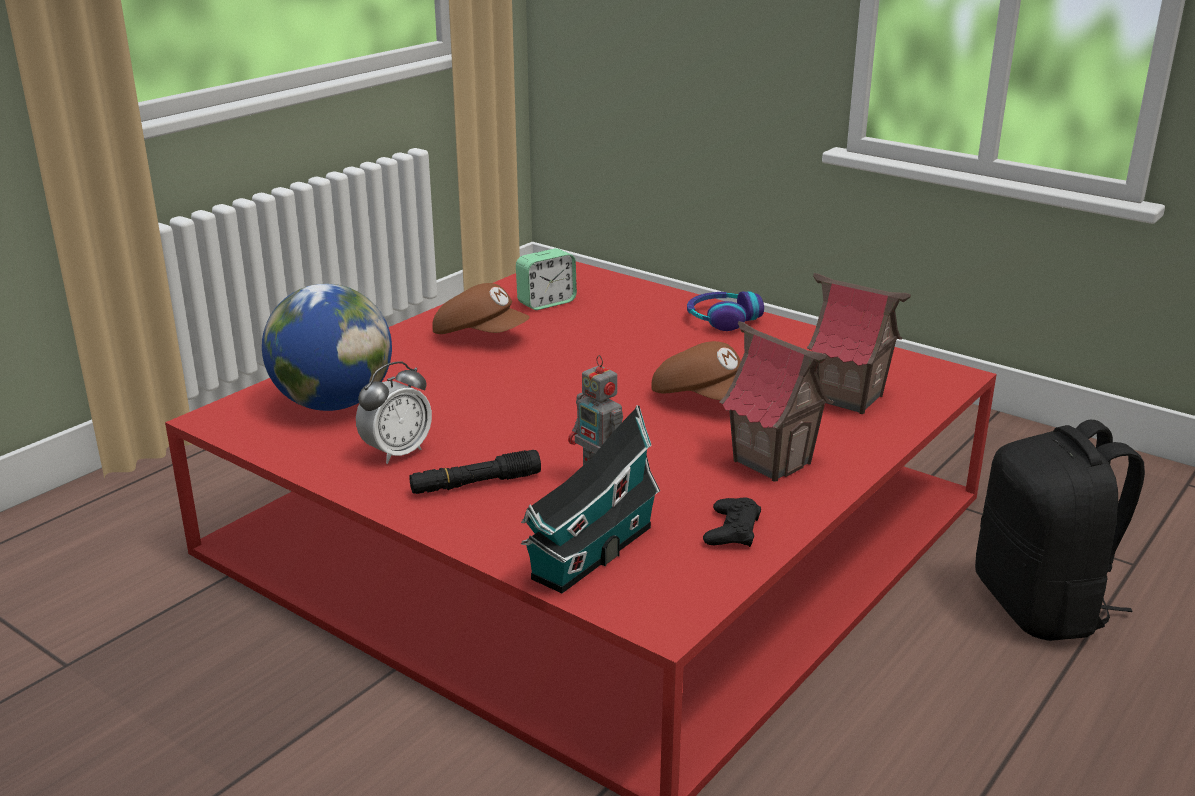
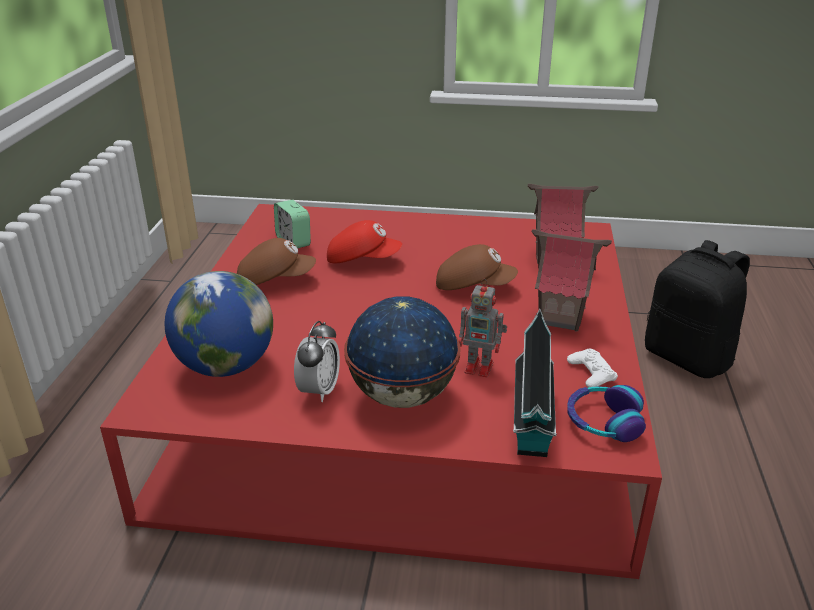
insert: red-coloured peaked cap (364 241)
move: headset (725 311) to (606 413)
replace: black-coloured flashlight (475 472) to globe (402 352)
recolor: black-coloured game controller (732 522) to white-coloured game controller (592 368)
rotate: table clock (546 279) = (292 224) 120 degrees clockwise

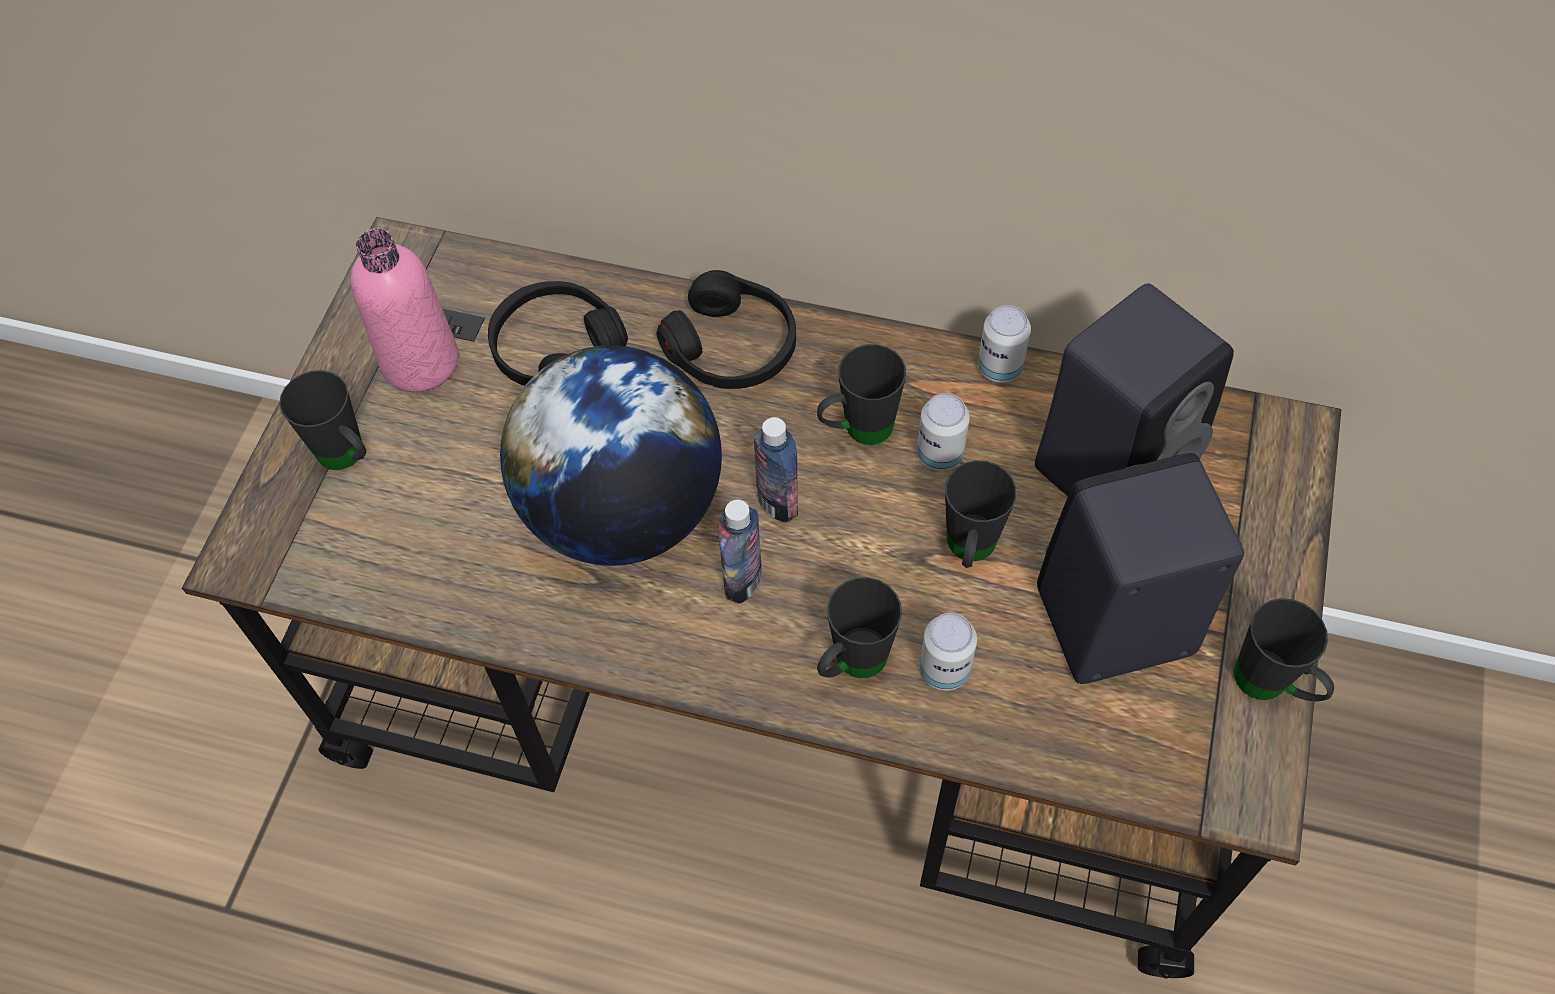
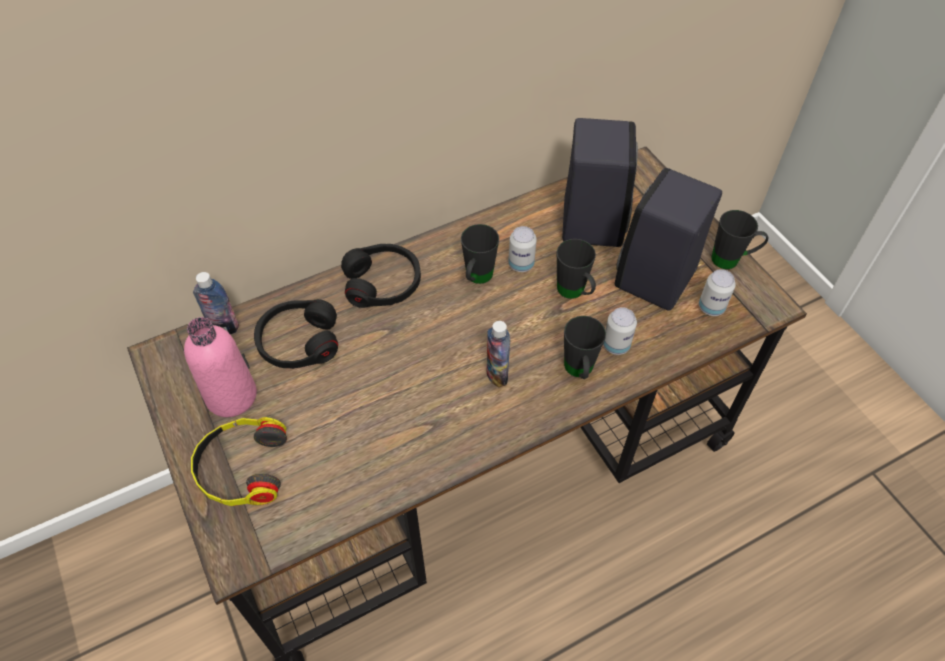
delete: globe (611 455)
move: sealed can (1004 344) to (717 292); bottle (776 469) to (216 303)
replace: black-coloured coffee mug (322 420) to headset (239 461)

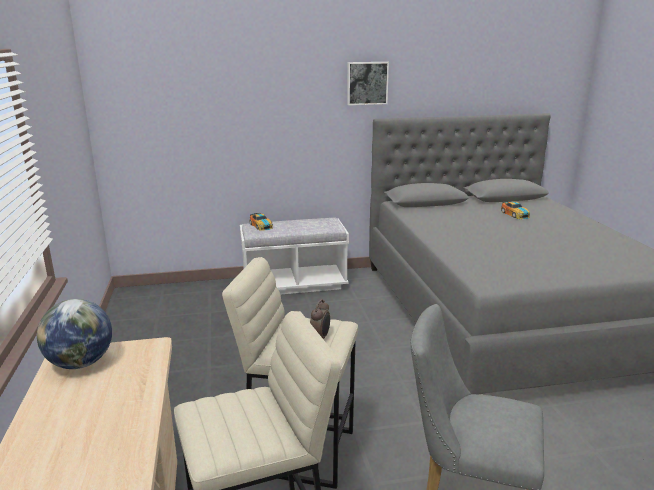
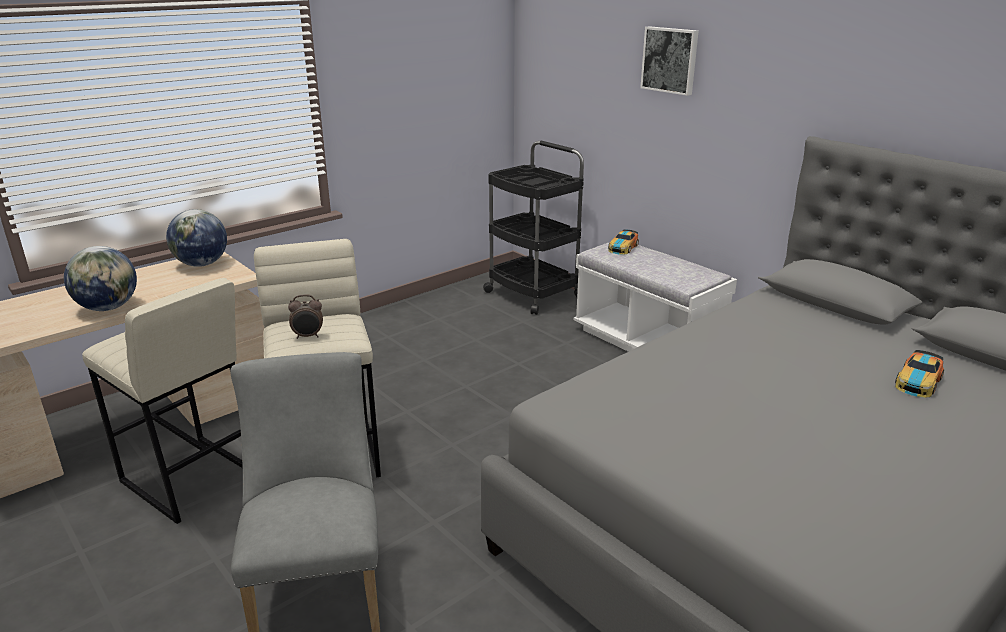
insert: black-coloured wheeled cart (533 228); globe (100 278)
move: picture (368 83) to (669 61)

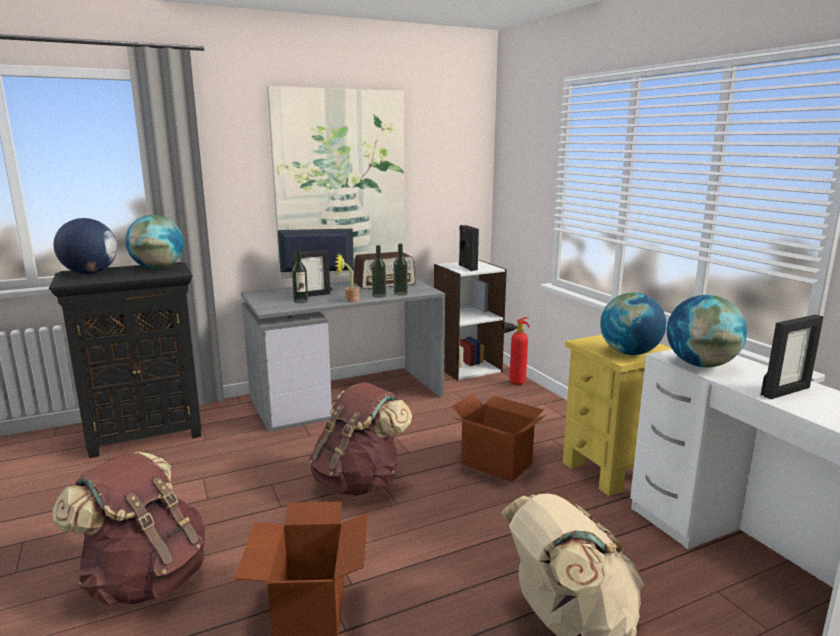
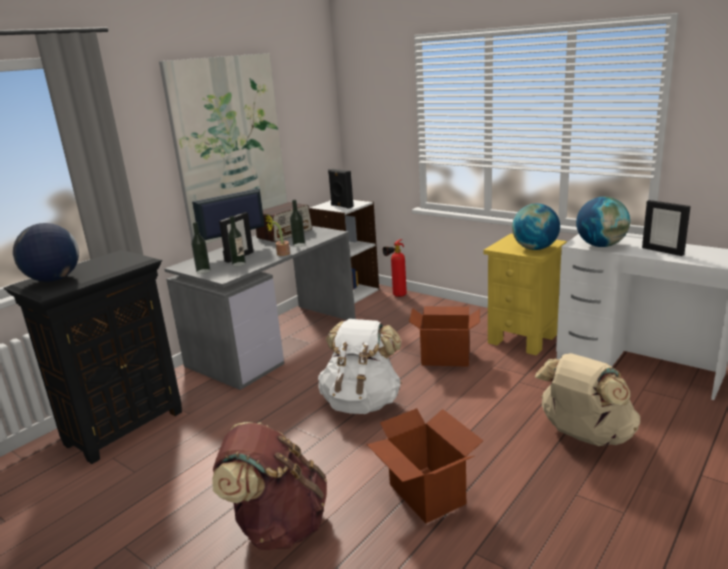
delete: globe (154 242)
move: bottle (401 269) to (200 248)
recolor: brown-coloured knapsack (360 439) to white-coloured knapsack (360 366)
rotate: standing frame (792 357) = (666 228) 105 degrees clockwise

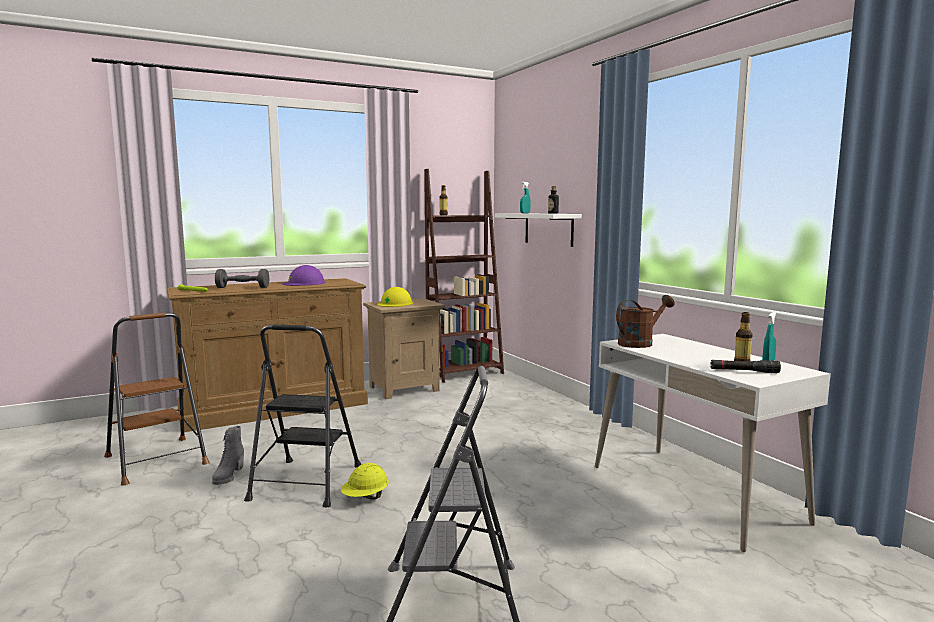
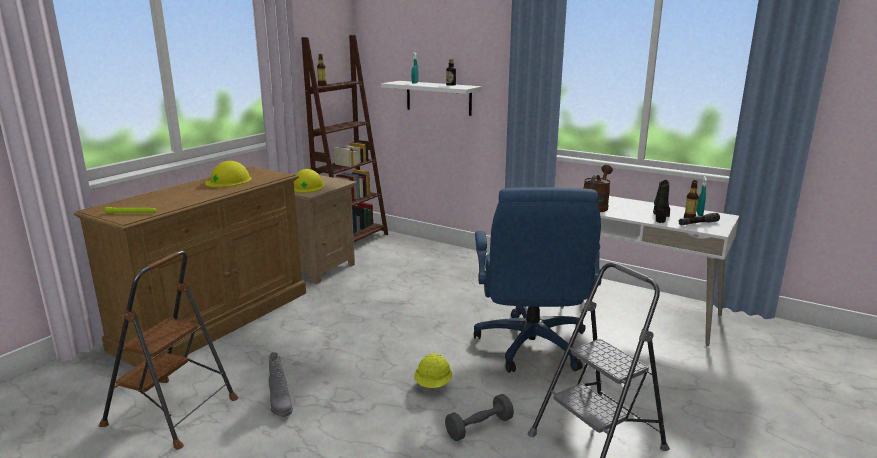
delete: black-coloured step ladder (302 415)
insert: black-coloured high-top boot (661 201); blue-coloured desk chair (537 280)
move: gray hand weight (242 278) to (479 417)
recolor: purplish work helmet (304 275) to yellow work helmet (228 174)

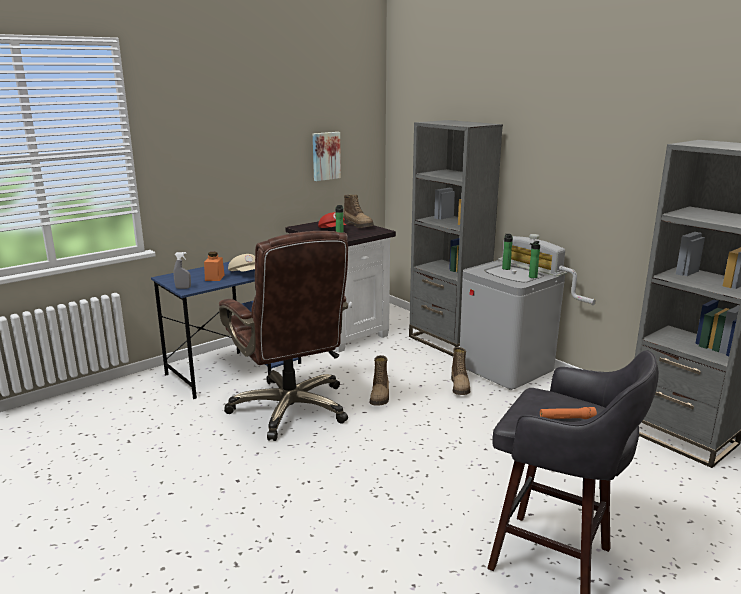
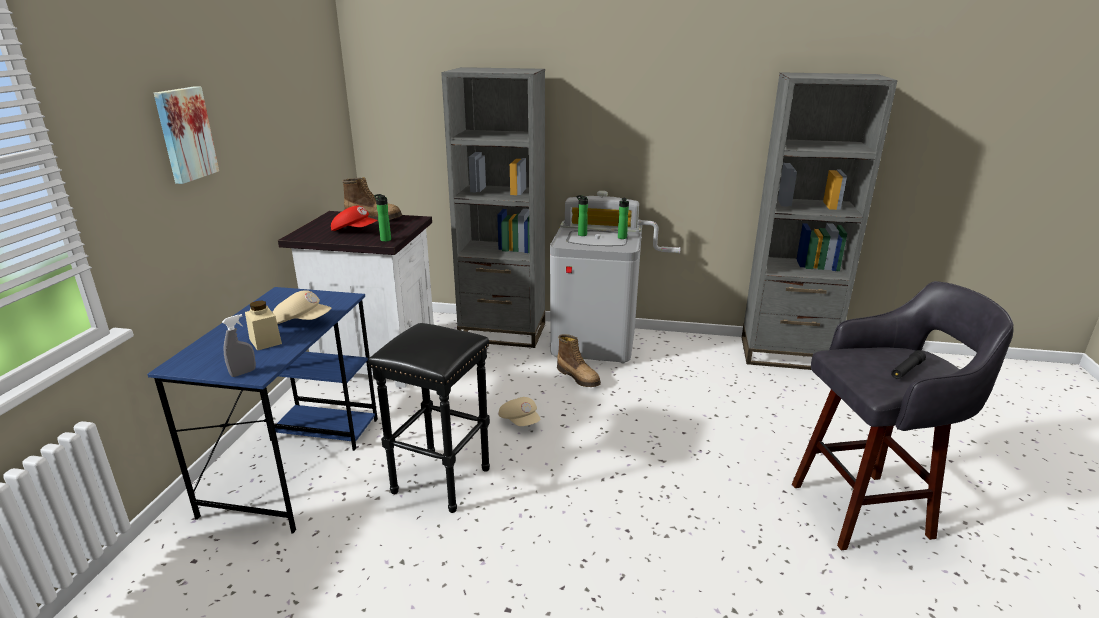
move: picture (327 156) to (186 135)
replace: brown-coloured desk chair (283 336) to black-coloured stool (429 418); high-top boot (379 380) to beige-coloured peaked cap (519 411)
recolor: orange storage jar (214 266) to beige-coloured storage jar (263 326); orange flashlight (568 413) to black-coloured flashlight (908 364)

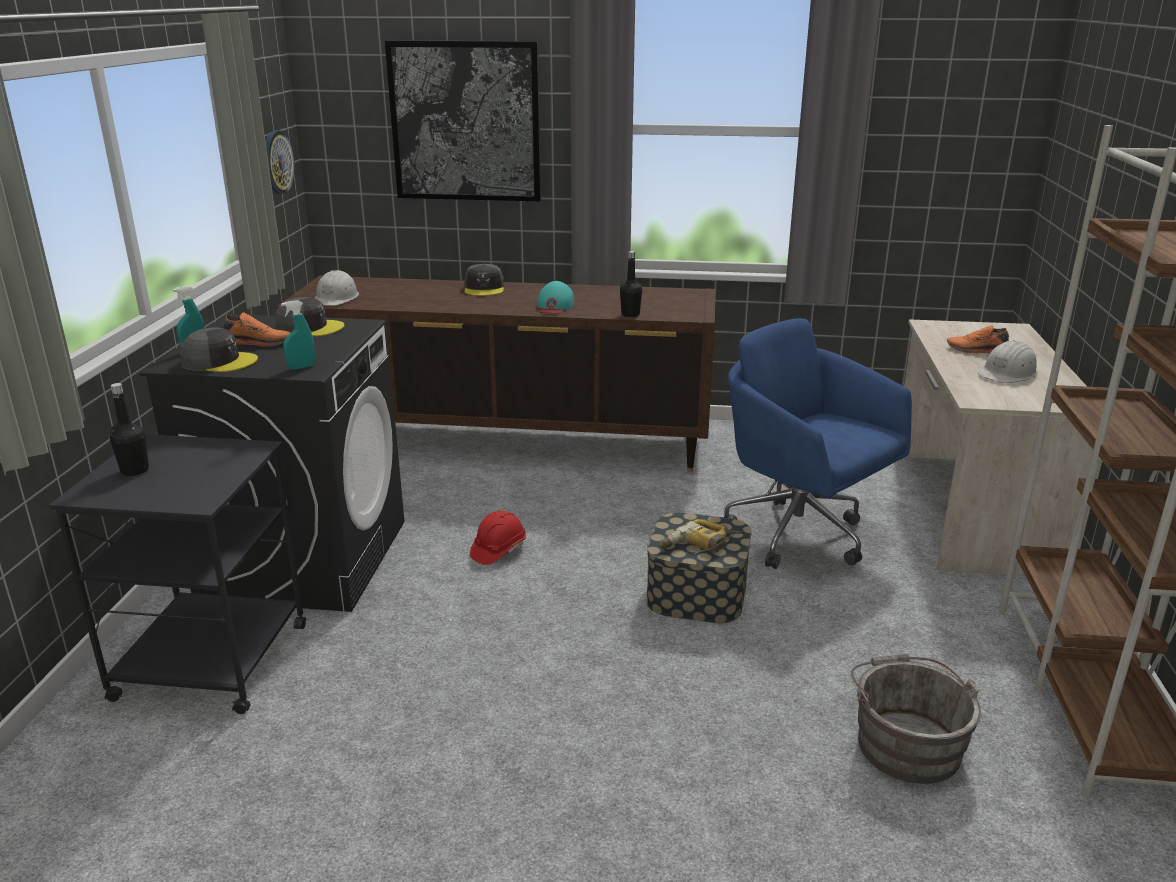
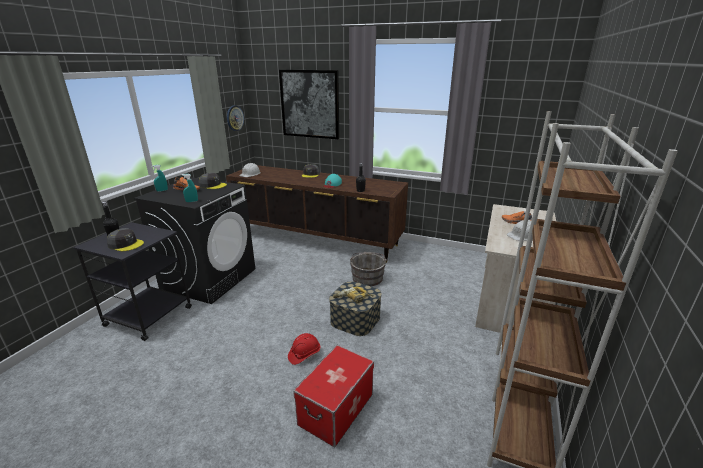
delete: blue-coloured desk chair (818 443)
insert: storage bin (333 396)
move: gray peaked cap (219 349) to (125 239); red-coloured work helmet (498 538) to (304 349); gray bucket (916 719) to (368 269)

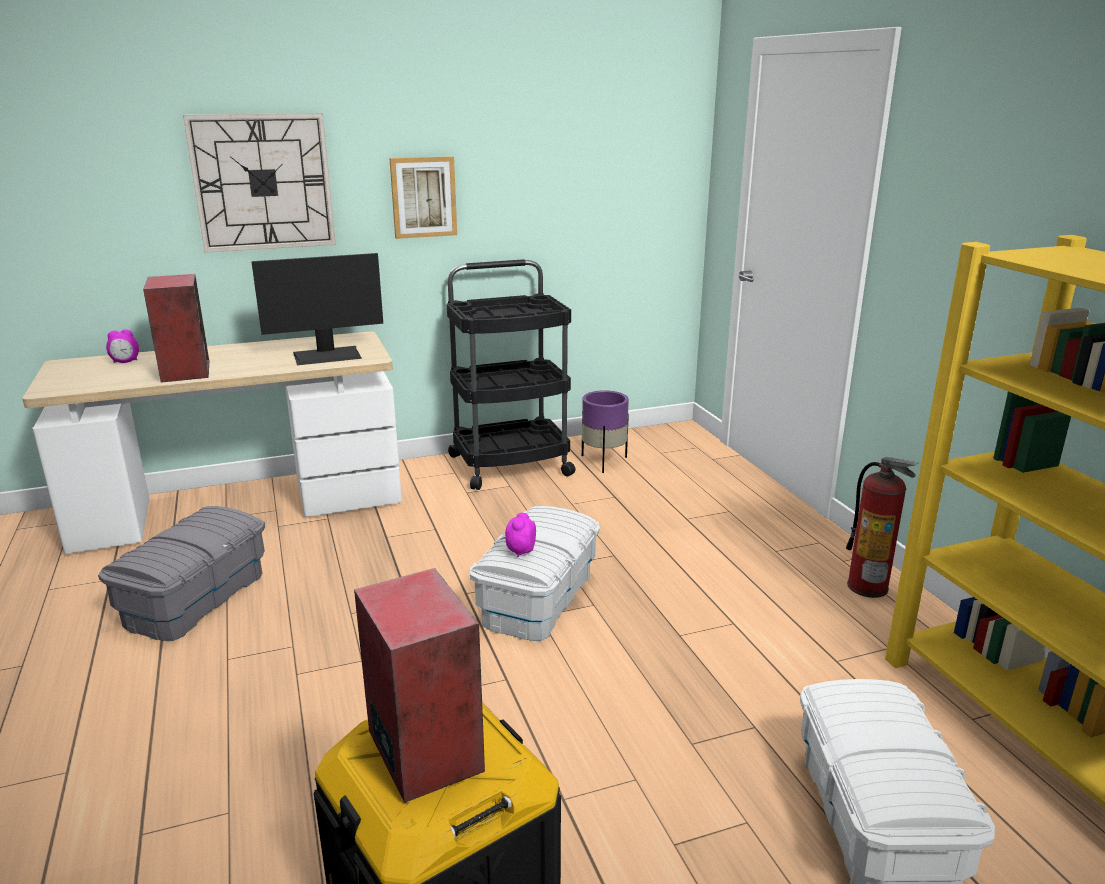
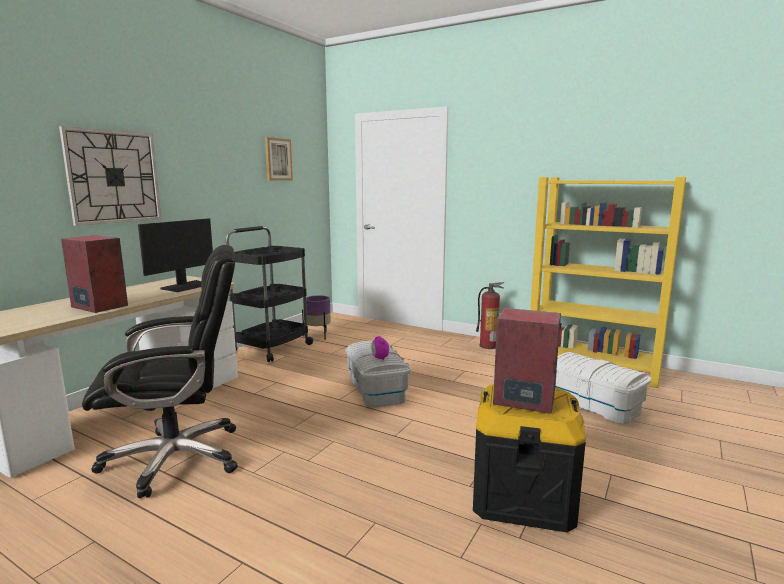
delete: table clock (122 346)
move: picture (423 197) to (279 159)
replace: gray storage bin (181 573) to black-coloured desk chair (160 371)

